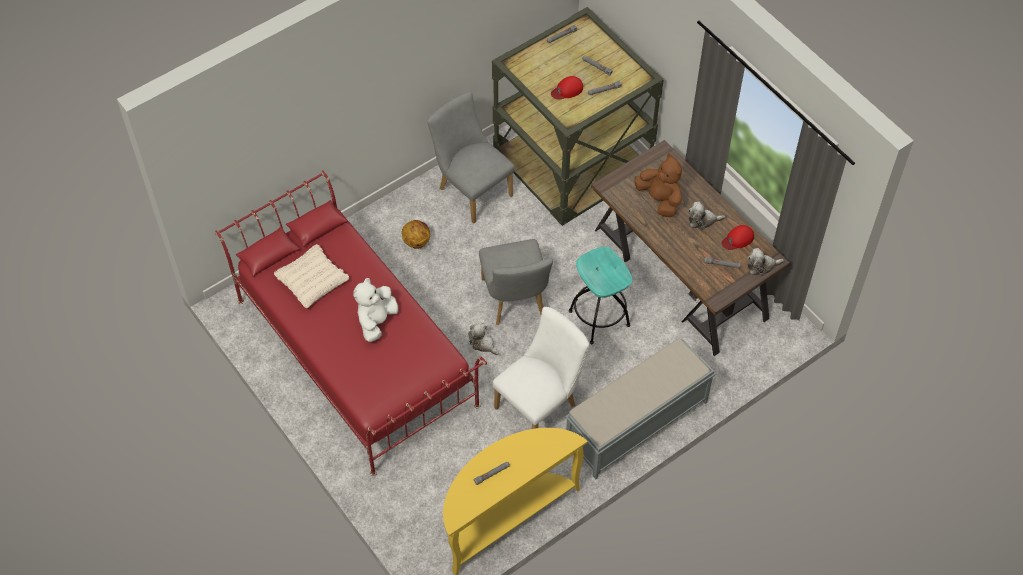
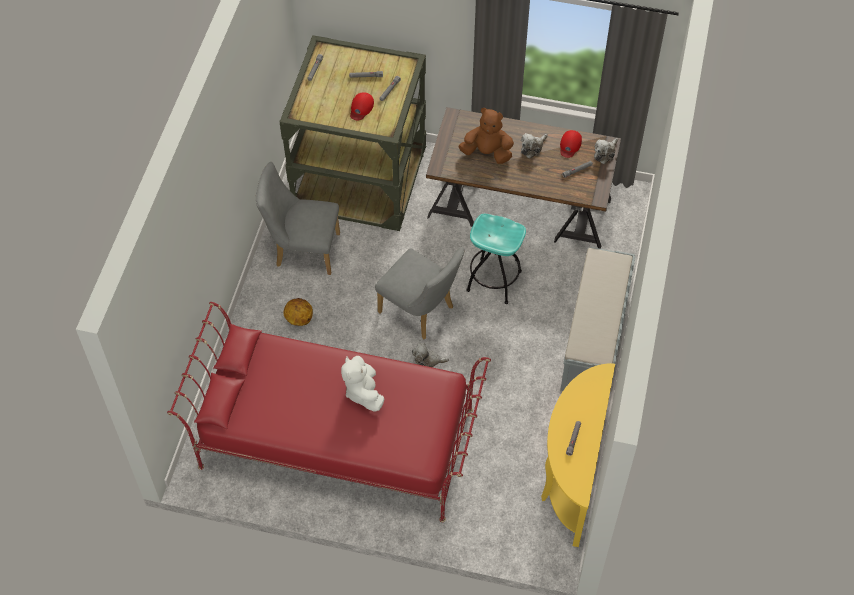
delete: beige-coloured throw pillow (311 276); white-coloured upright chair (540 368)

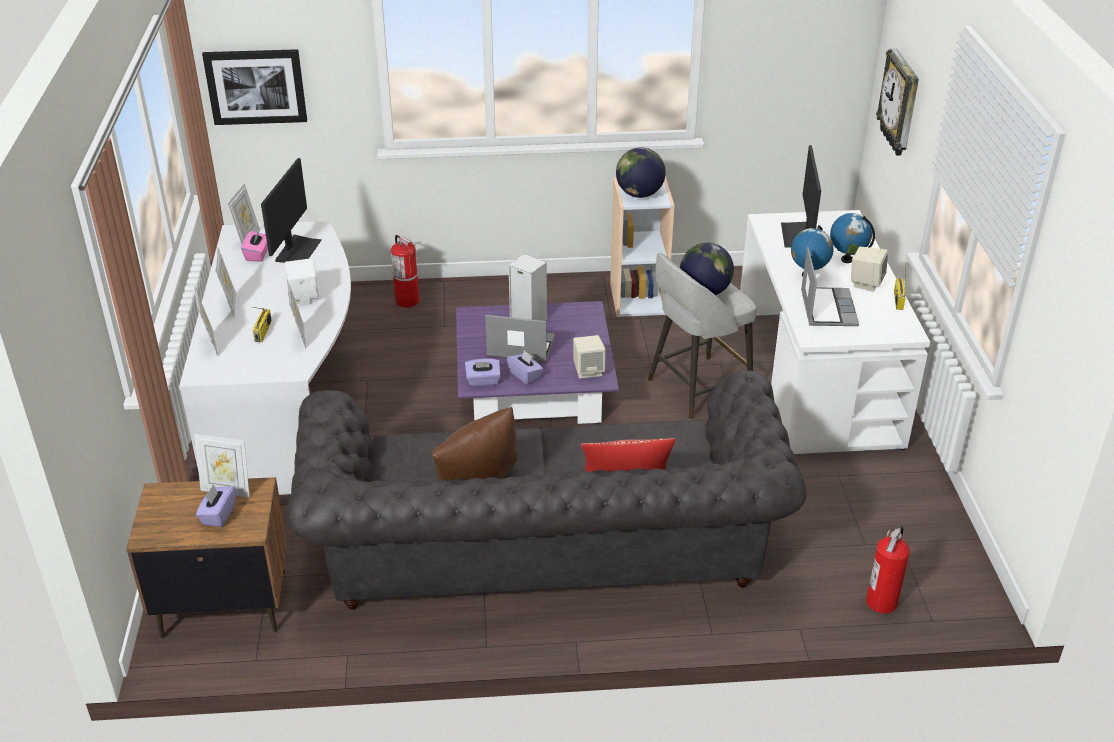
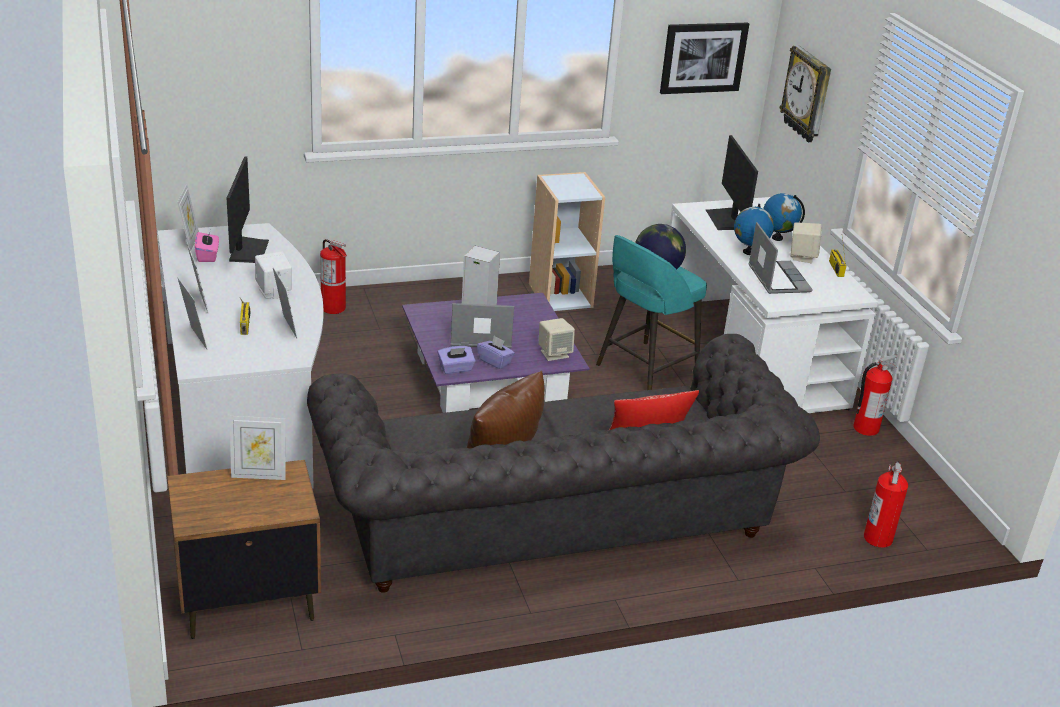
delete: globe (641 173); purplish tissue holder (216 505)
insert: extinguisher (875 395)
move: picture (254 87) to (704 58)
recolor: gray stool (702 336) to turquoise-coloured stool (651 312)

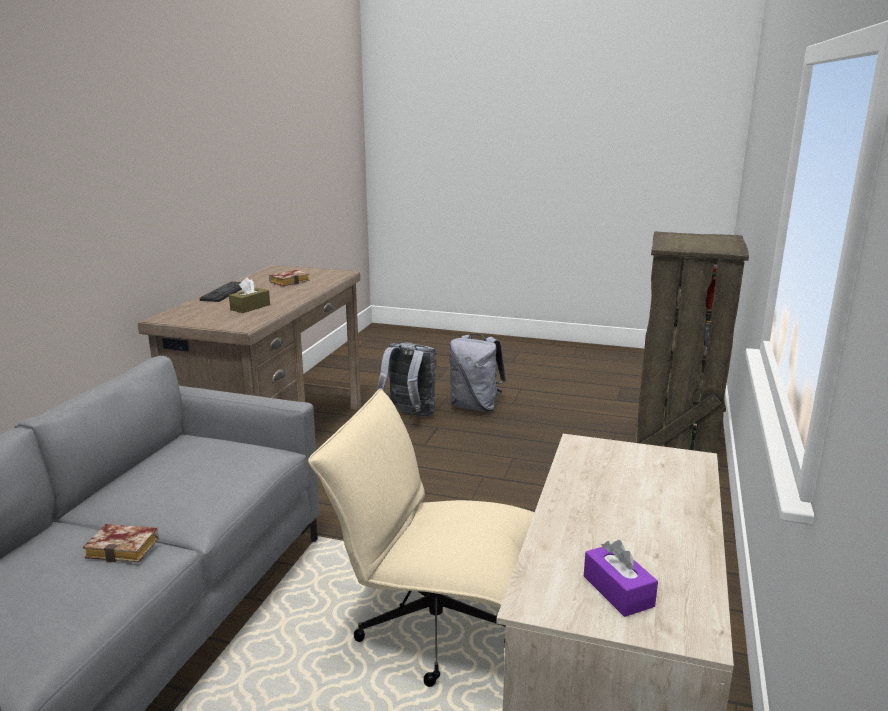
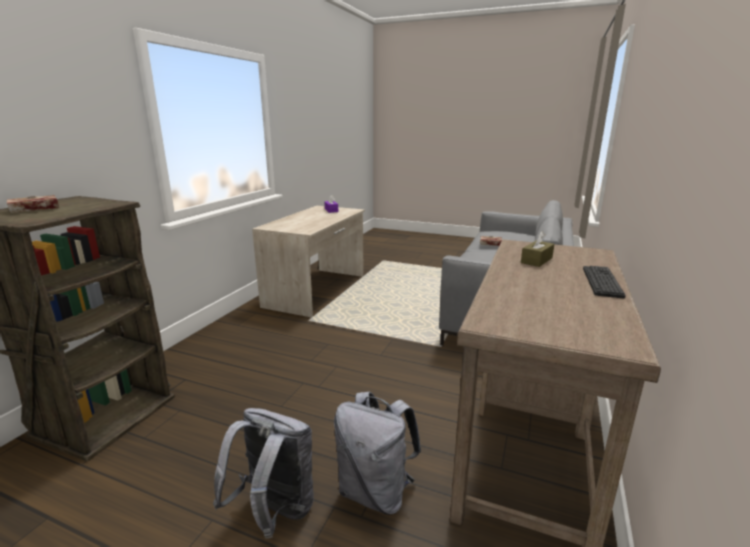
delete: beige-coloured desk chair (421 537)
move: book (289 278) to (32 204)

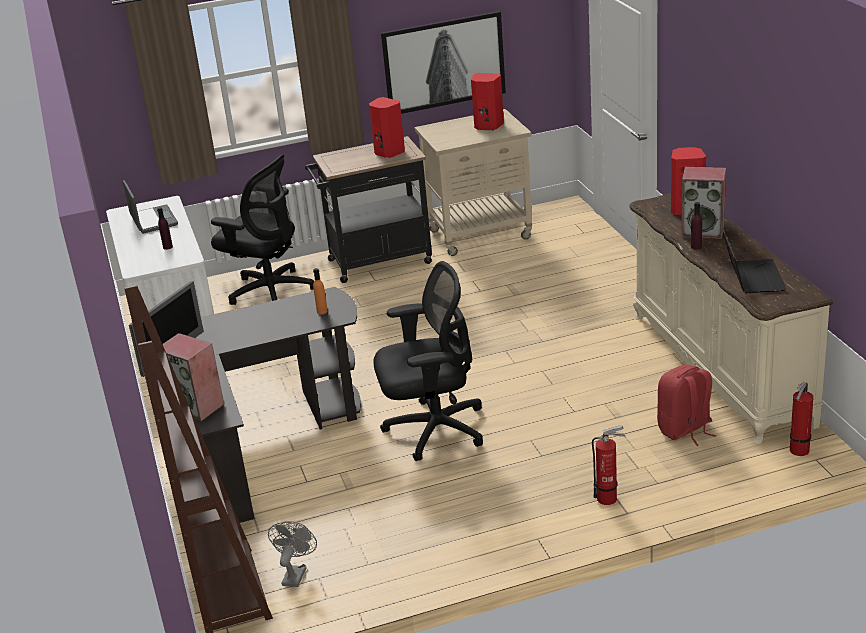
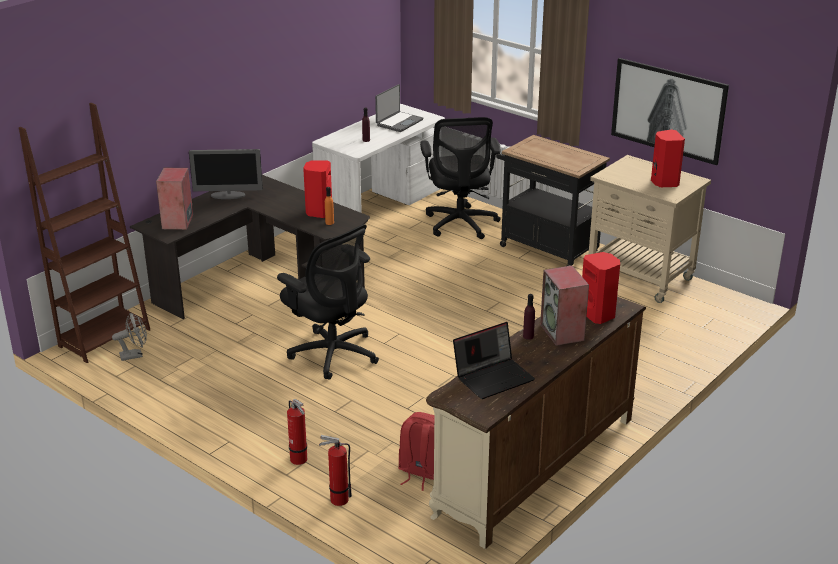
move: red-coloured loudspeaker (387 127) to (317 189); extinguisher (802 419) to (335 470)

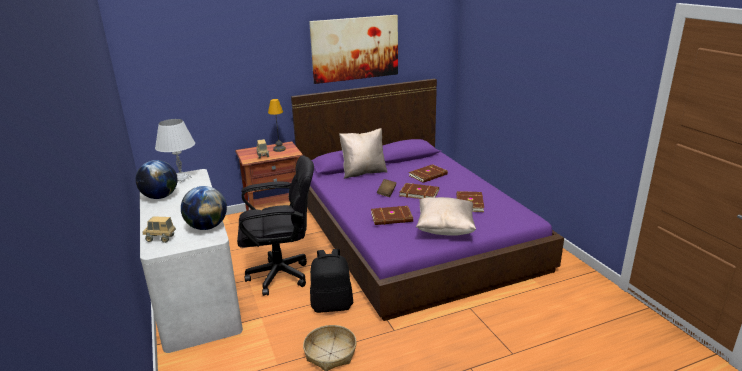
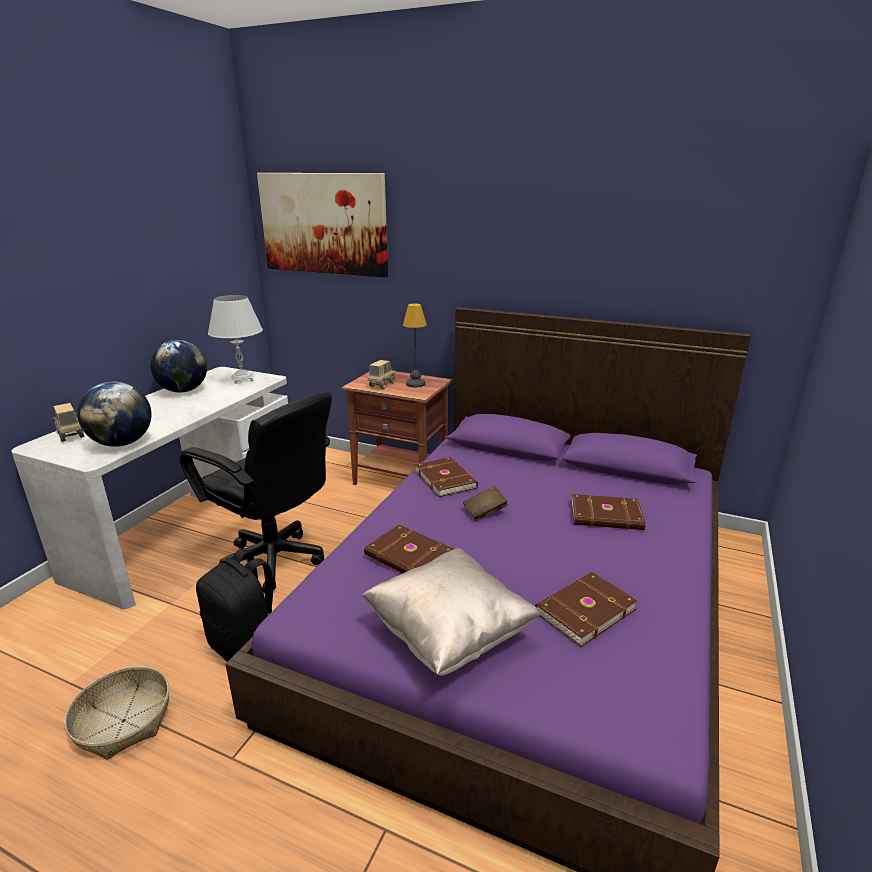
delete: beige-coloured throw pillow (363 153)
move: picture (353 49) to (322 225); brown-coloured book (419 191) to (446 477)

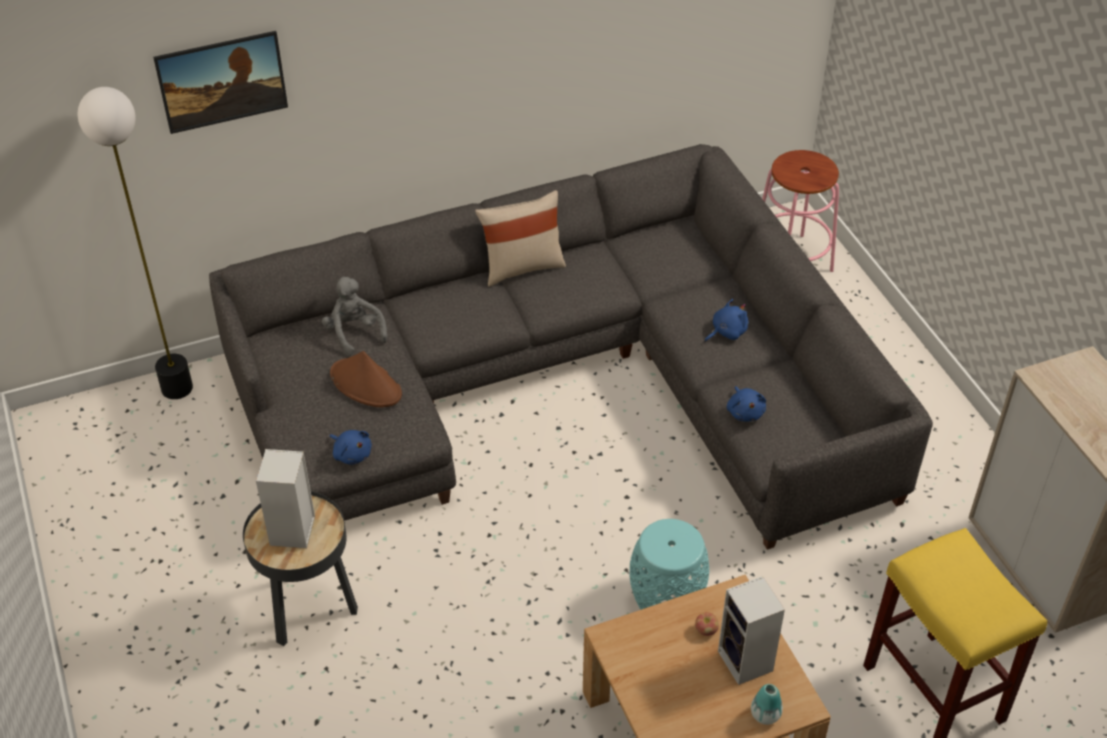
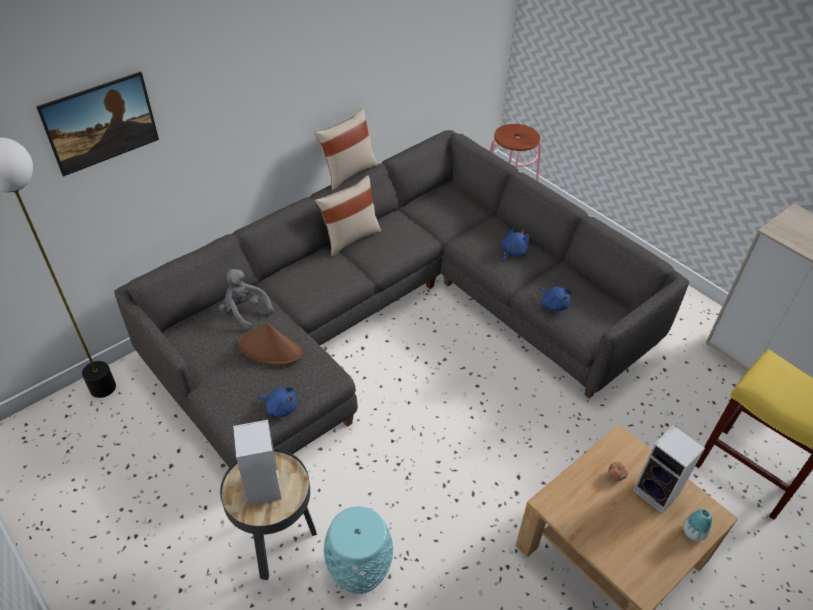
insert: beige-coloured throw pillow (346 149)
move: turquoise-coloured stool (669 564) to (358 550)

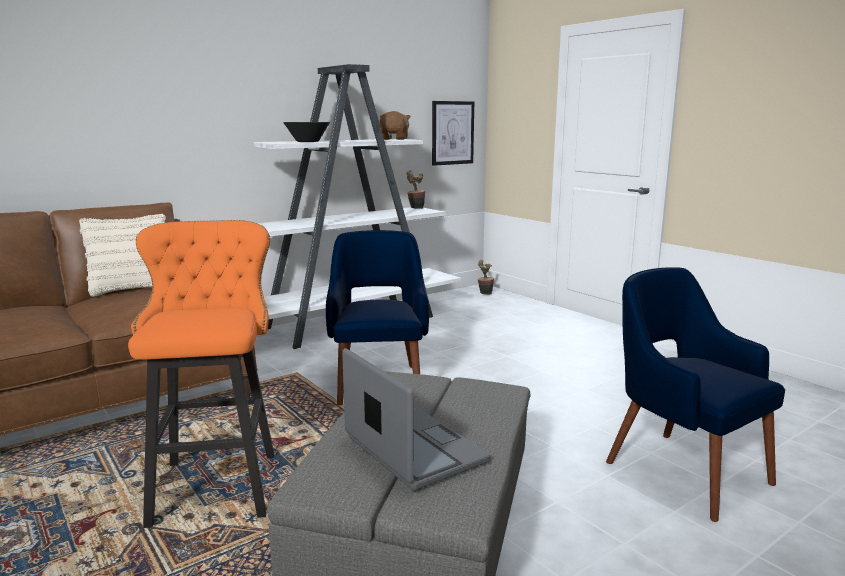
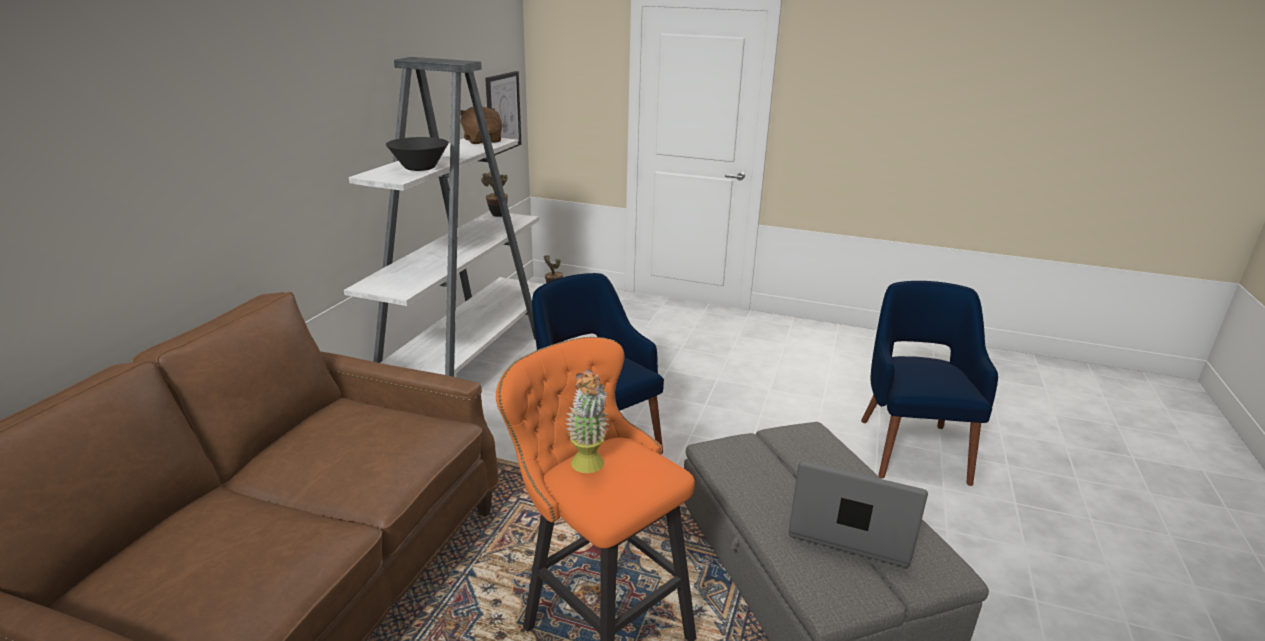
delete: beige-coloured throw pillow (122 255)
insert: potted plant (587 421)
rotate: blue-coloured easy chair (695 394) = (929 383) 75 degrees clockwise

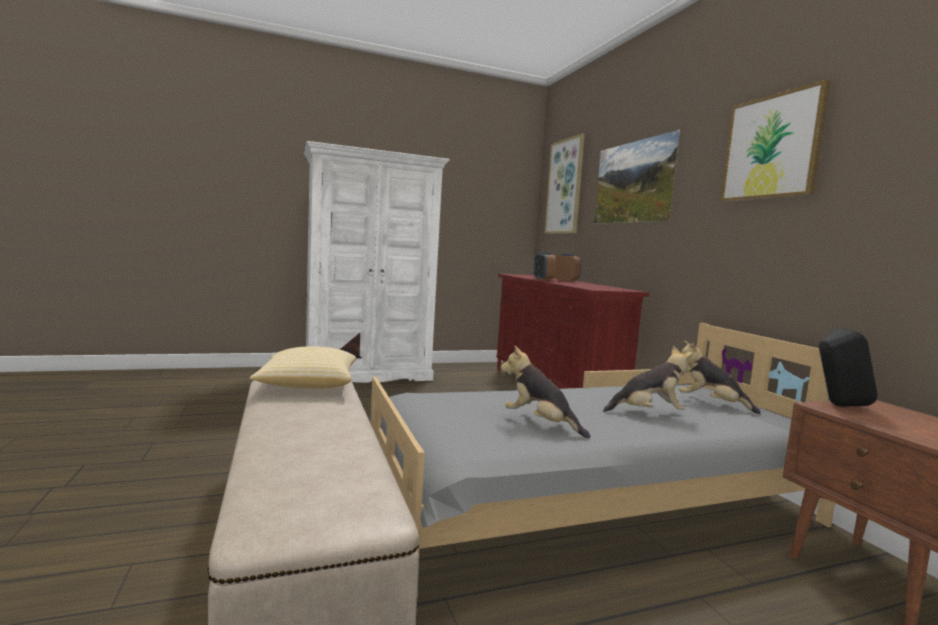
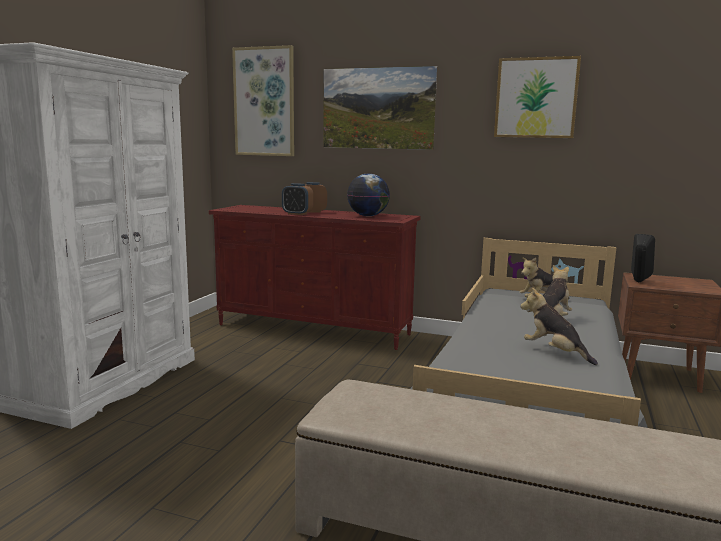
delete: throw pillow (303 367)
insert: globe (368 195)
rotate: plush toy (545 391) = (559 326) 60 degrees clockwise

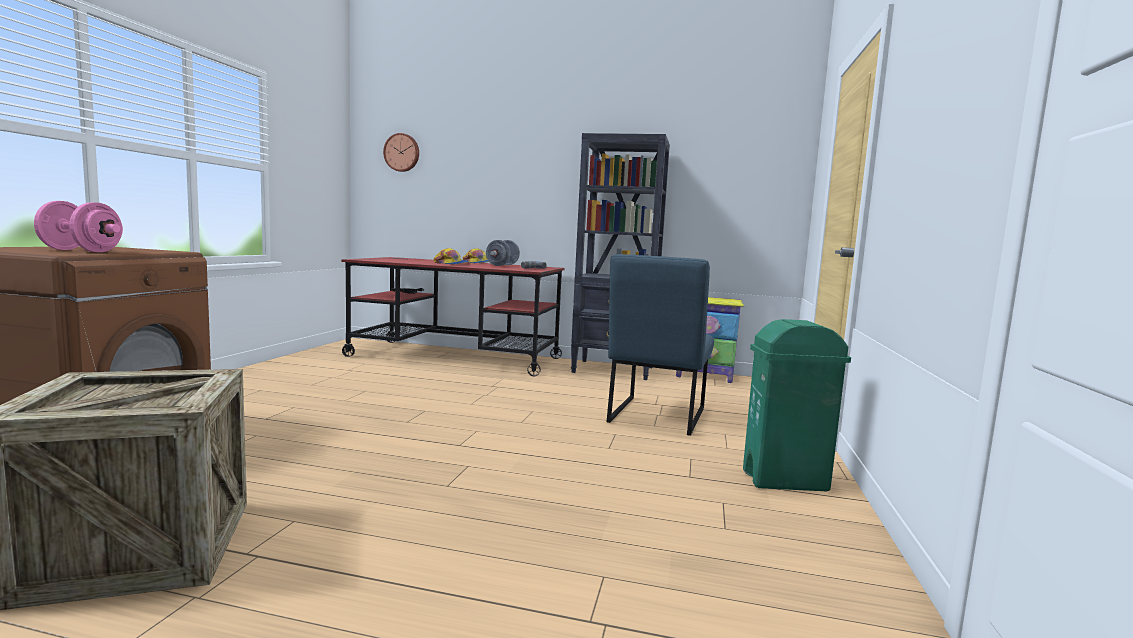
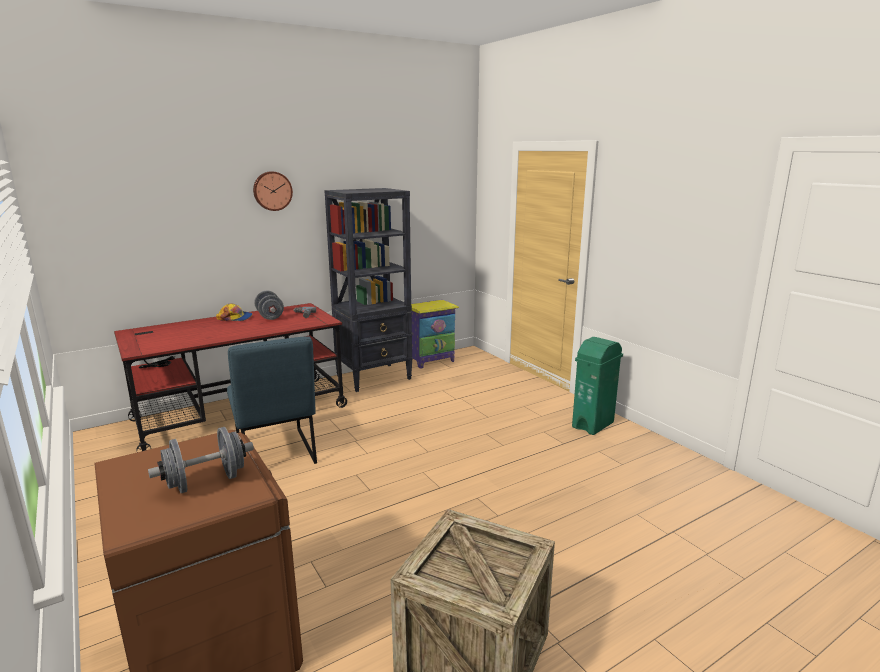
delete: peaked cap (451 256)
move: clock on the wall (401 152) to (273 191); blue-coloured upright chair (660 345) to (272 400)
recolor: pink hand weight (78 226) to gray hand weight (201 460)

